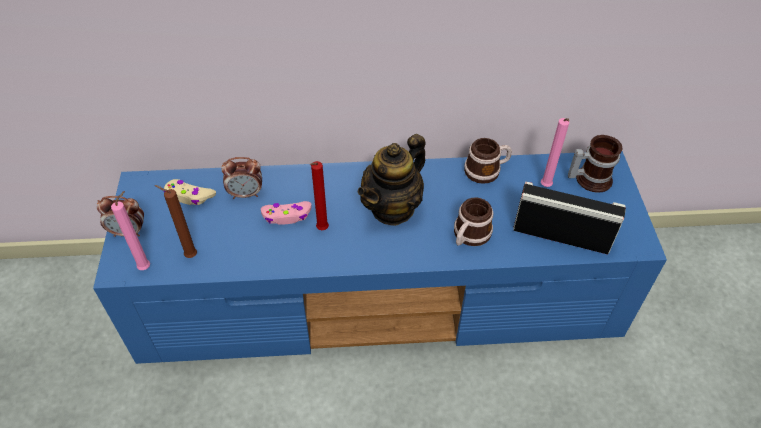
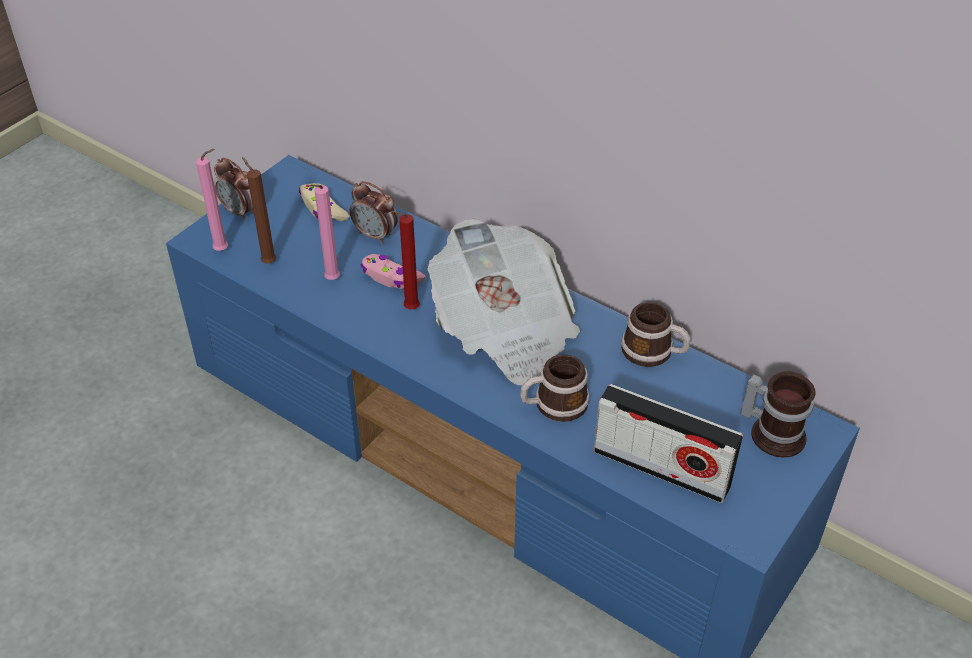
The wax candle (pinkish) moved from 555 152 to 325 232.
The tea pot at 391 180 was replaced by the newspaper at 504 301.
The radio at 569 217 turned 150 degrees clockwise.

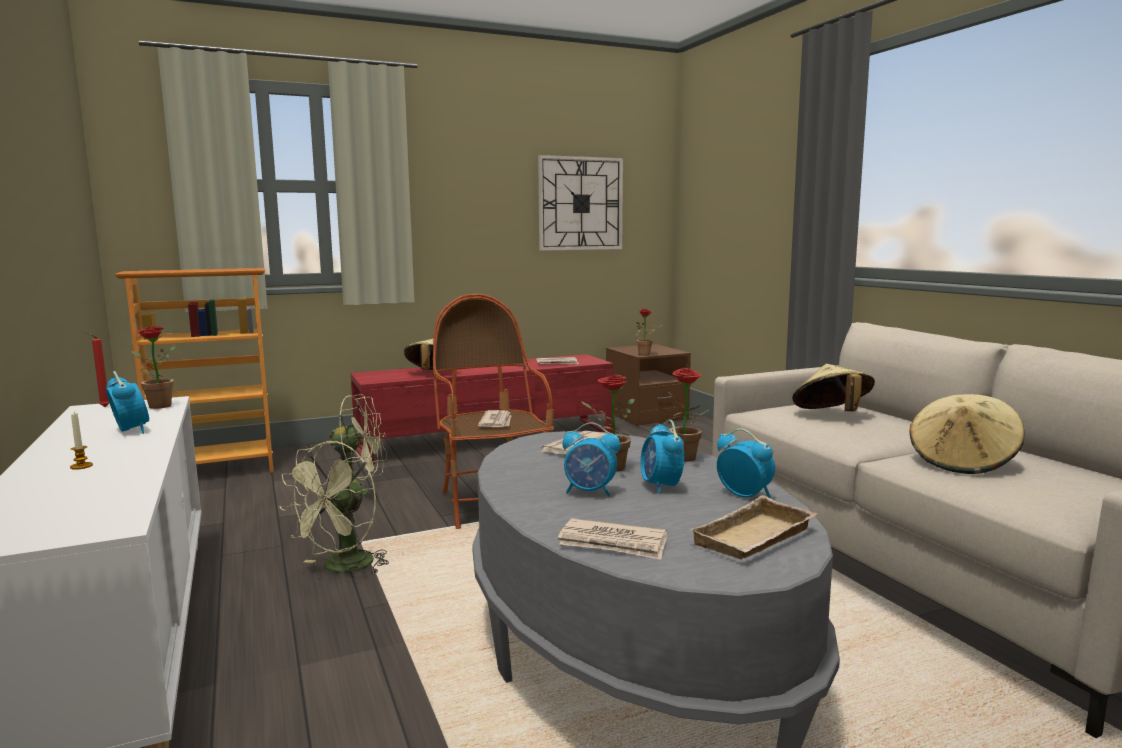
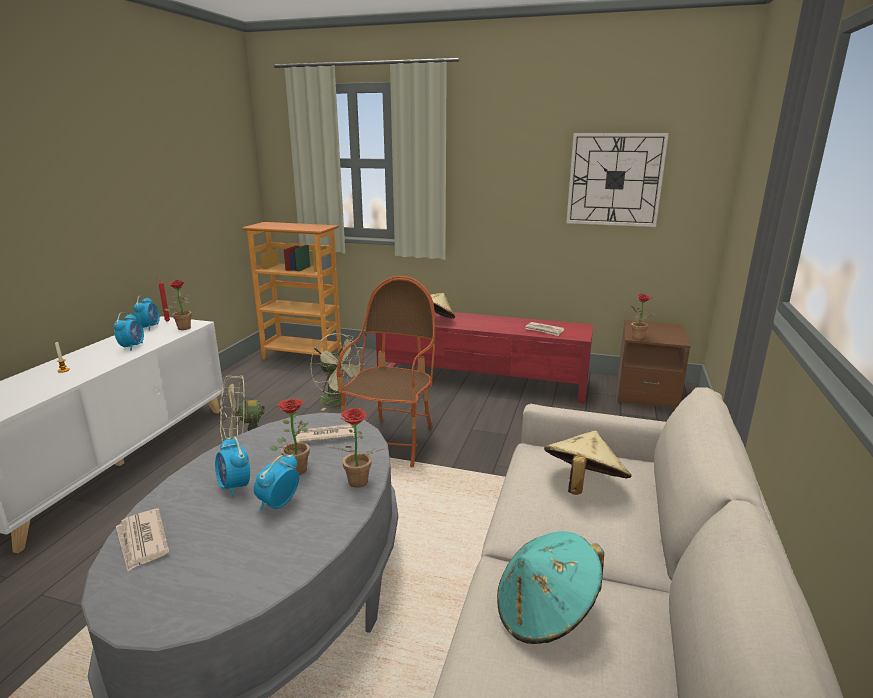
The table clock moved from 746 463 to 146 313.
The wearable hat (beige) at 966 434 became the wearable hat (turquoise-coloured) at 550 587.
The newspaper at 495 418 disappeared.
The serving tray (beige) at 753 527 disappeared.

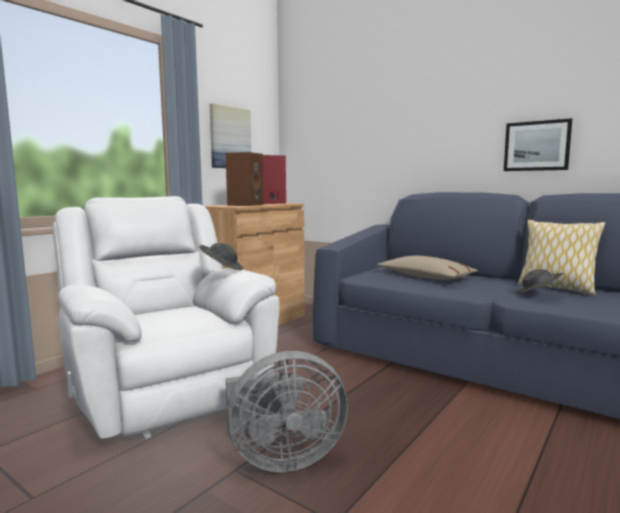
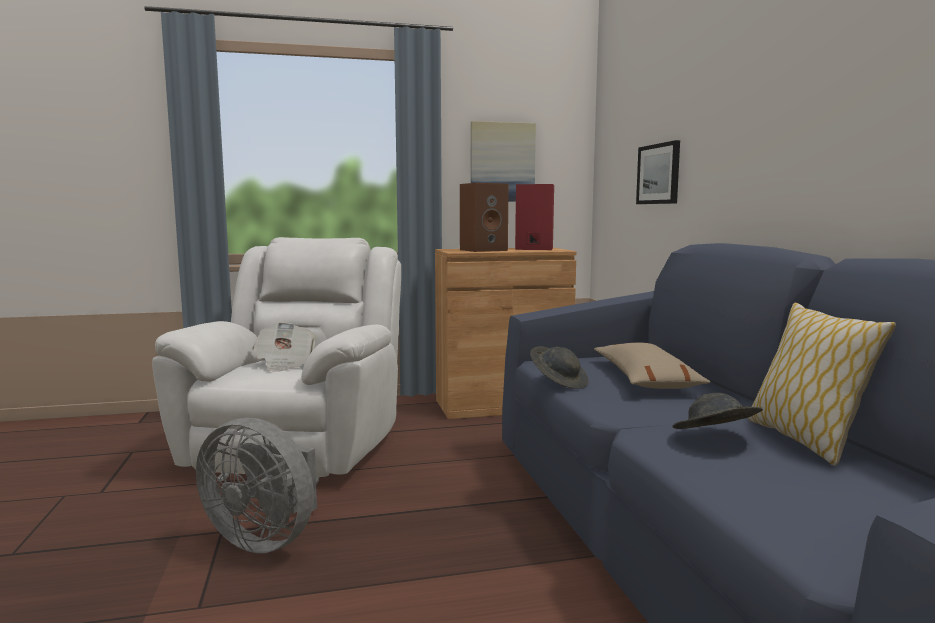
The newspaper at 284 347 appeared.
The wearable hat (greyish) moved from 221 256 to 559 367.
The wall art moved from 538 144 to 658 172.

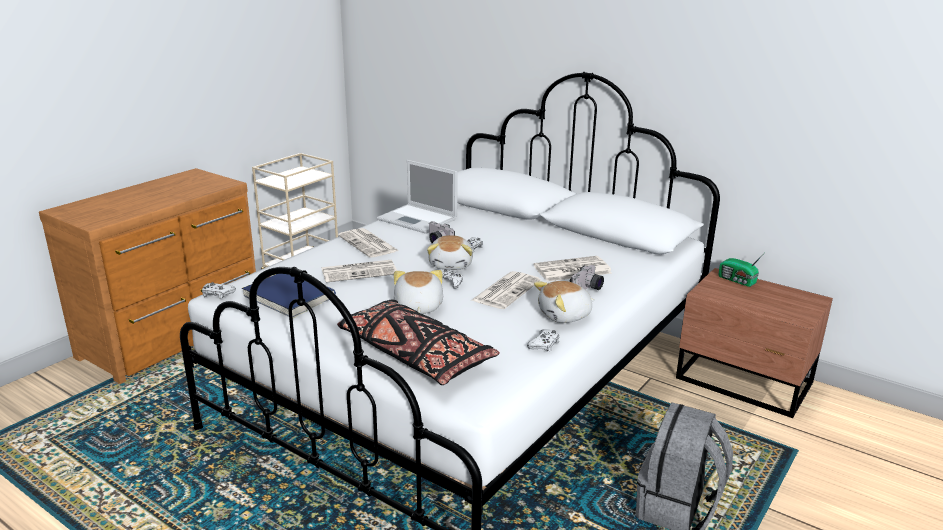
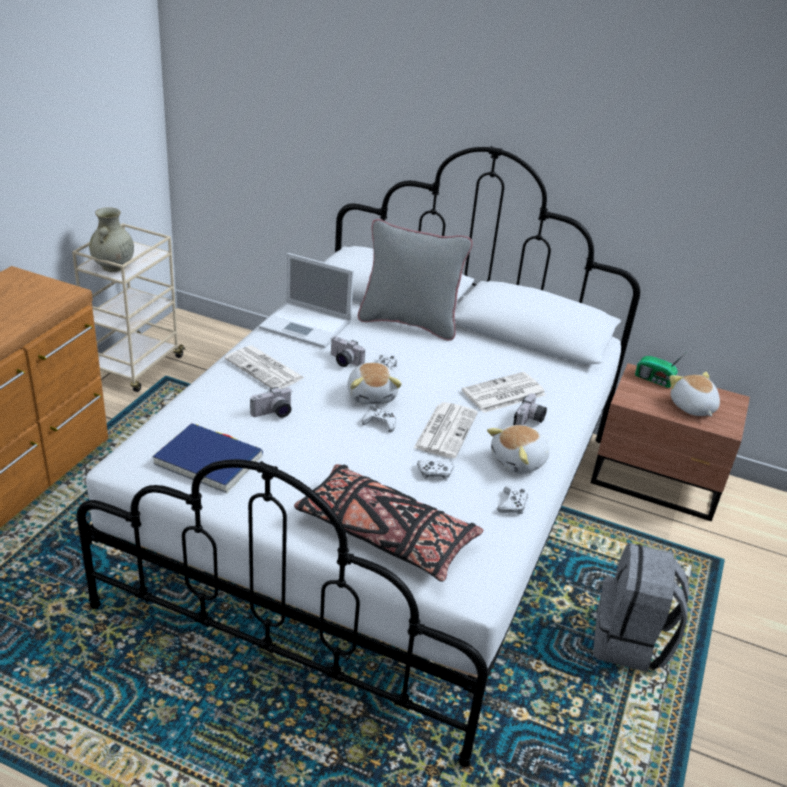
The decorative vase (beige) at 111 239 appeared.
The newspaper at 359 271 was replaced by the photo camera at 271 402.
The throw pillow (greyish) at 415 280 appeared.
The game controller (whitish) moved from 219 290 to 435 470.
The soft toy moved from 418 292 to 694 394.

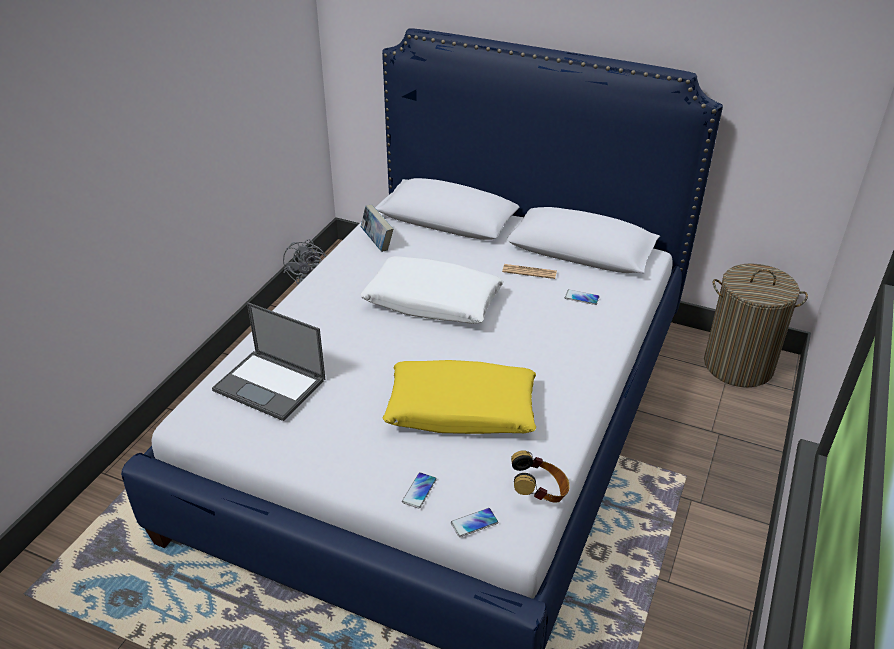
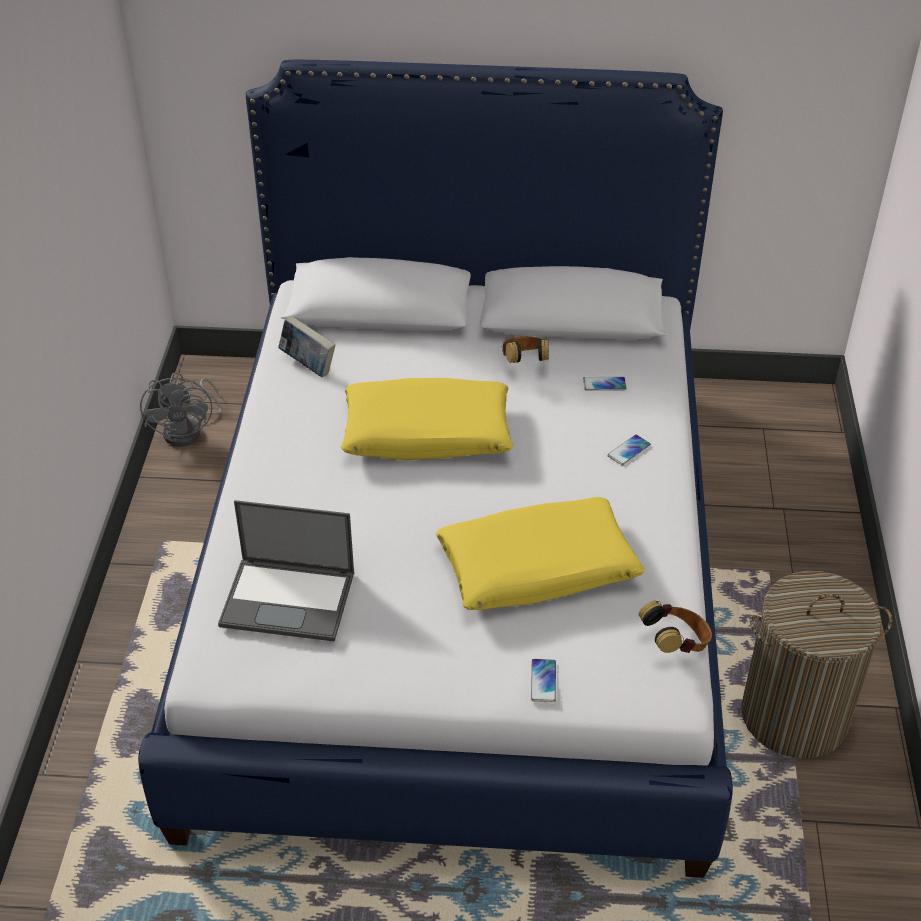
The throw pillow (whitish) at 432 290 became the throw pillow (yellow) at 427 419.
The newspaper at 529 271 was replaced by the headset at 525 349.
The phone moved from 474 522 to 629 450.
The laundry basket moved from 756 325 to 816 664.

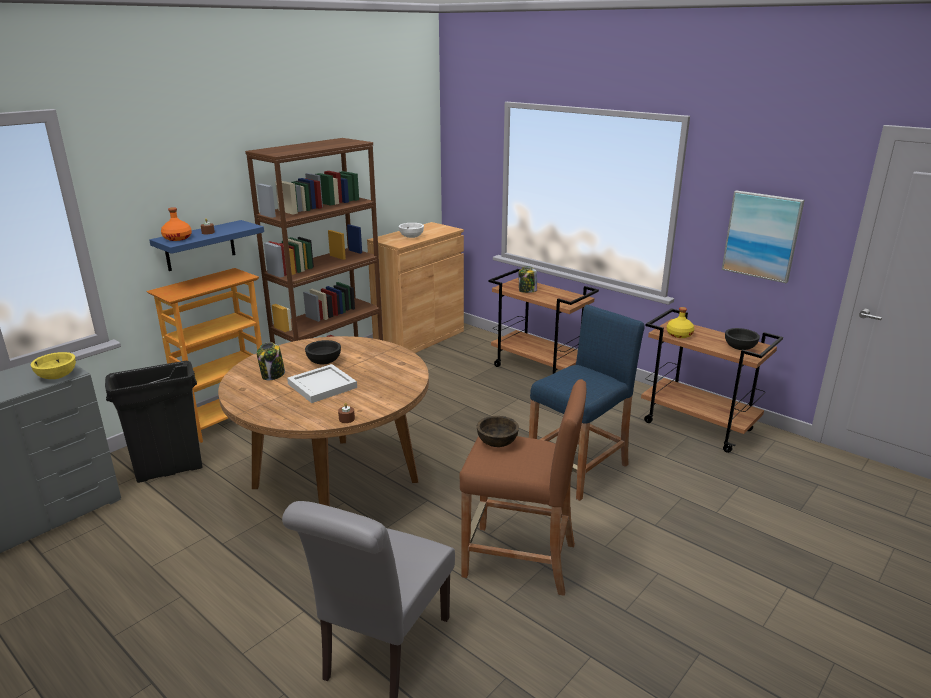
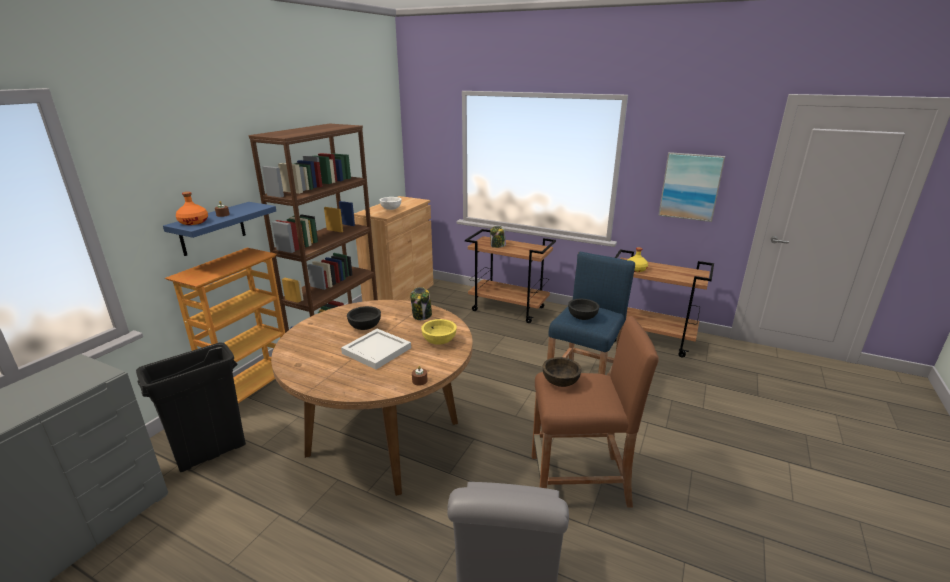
The jar moved from 271 361 to 421 303.
The serving bowl (yellow) moved from 53 365 to 439 332.
The serving bowl (blackish) moved from 742 339 to 583 309.

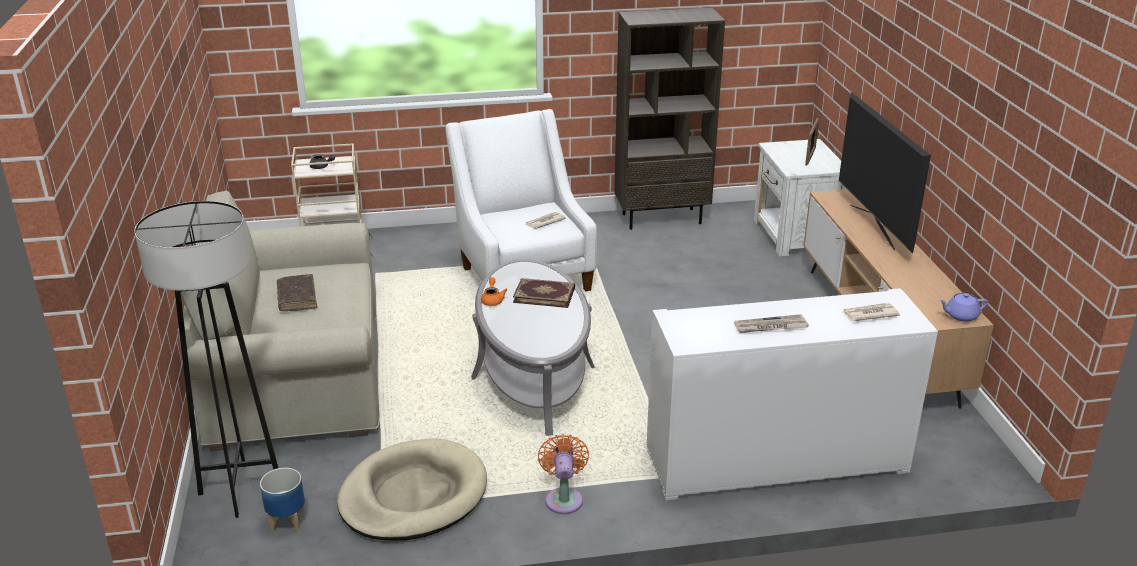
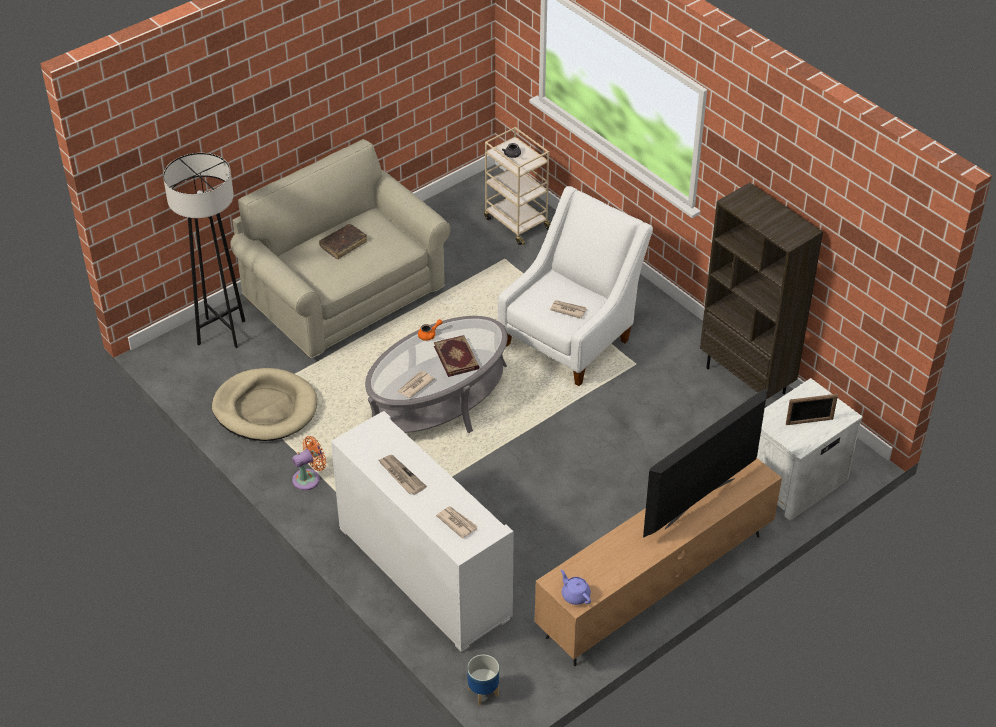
The newspaper at 416 384 appeared.
The plant pot moved from 282 500 to 483 680.

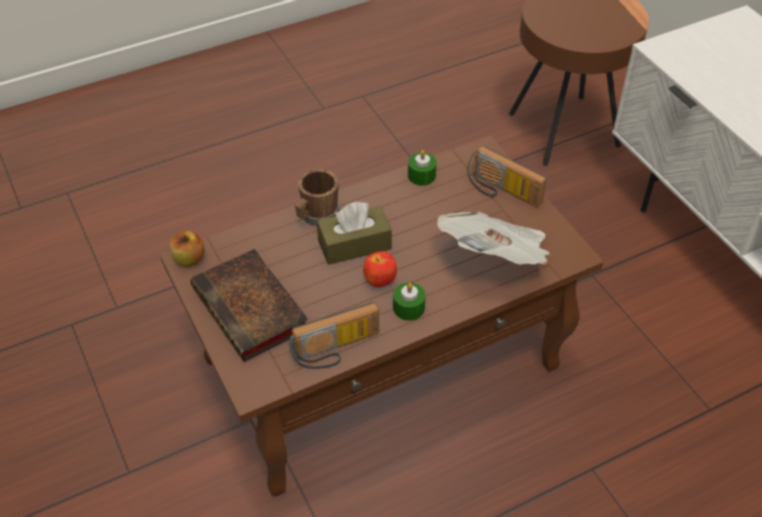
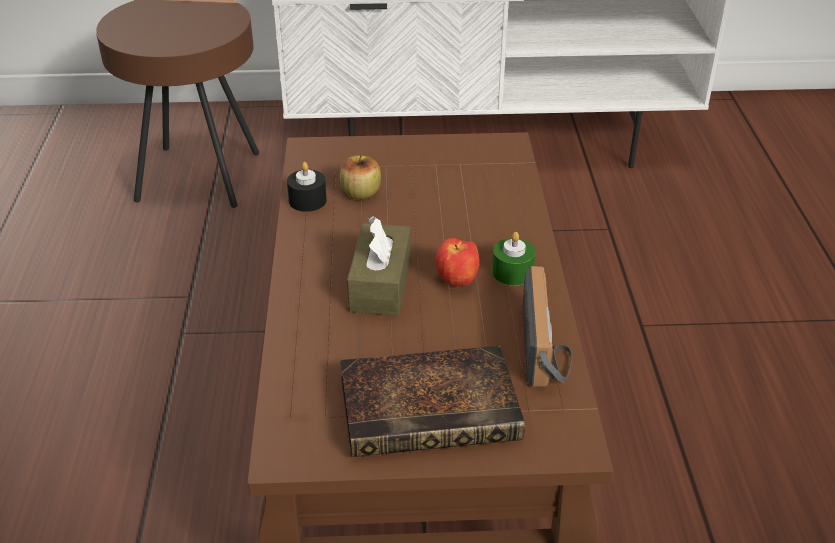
The wax candle (greenish) at 422 168 became the wax candle (blackish) at 307 187.
The whole apple moved from 187 248 to 360 177.
The tea mug (brown-coloured) at 317 197 disappeared.
The newspaper at 493 238 disappeared.
The radio at 507 176 disappeared.

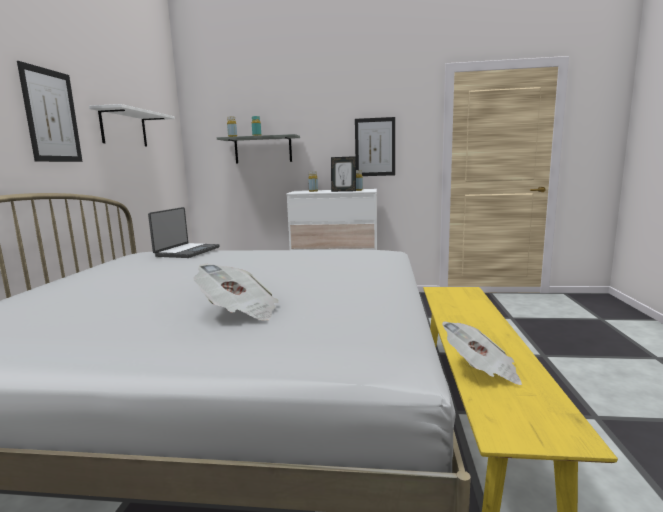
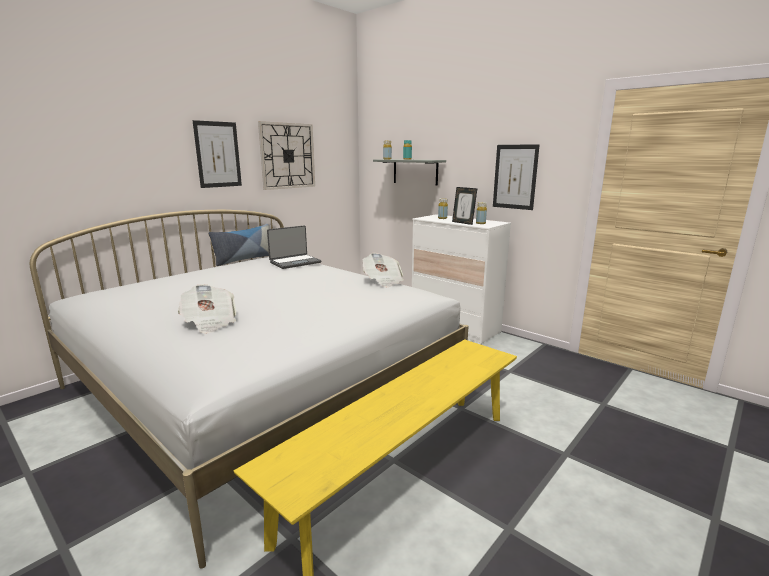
The throw pillow at 238 245 appeared.
The bracket shelf (whitish) at 132 125 was replaced by the clock on the wall at 286 155.
The newspaper moved from 482 353 to 383 270.

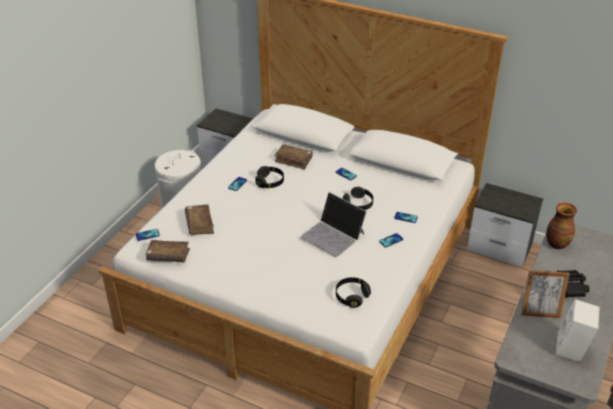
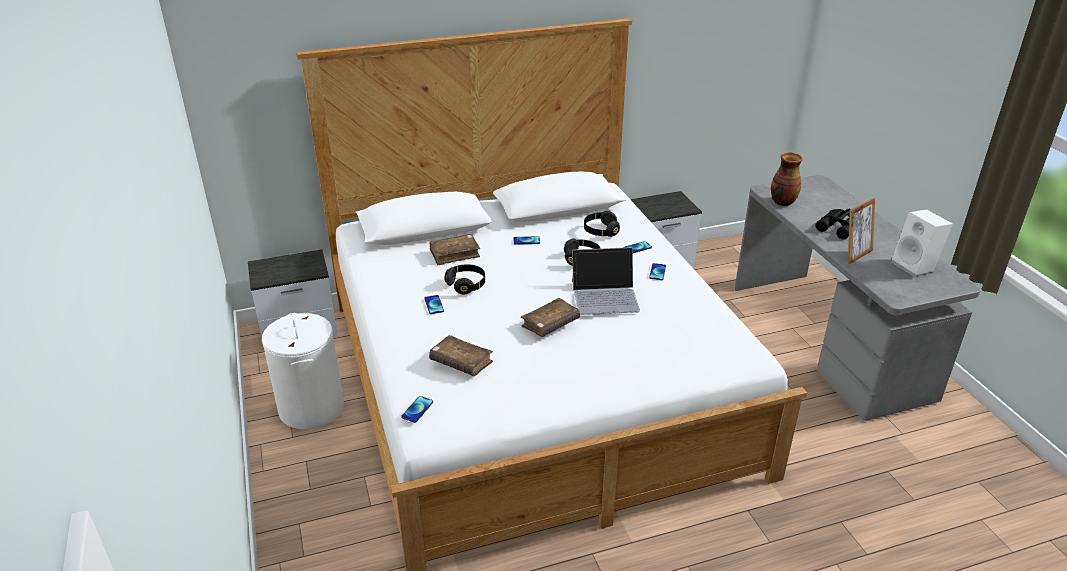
The bound book (brown-coloured) moved from 168 251 to 550 317.
The headset (blackish) moved from 353 292 to 602 224.

